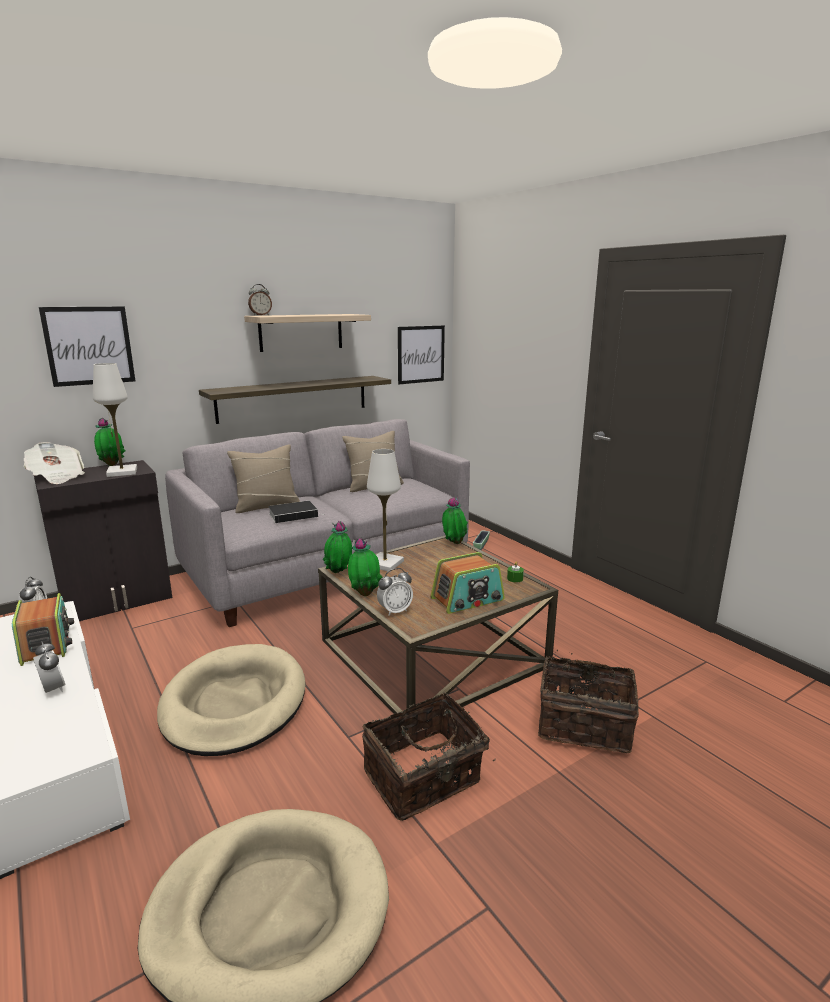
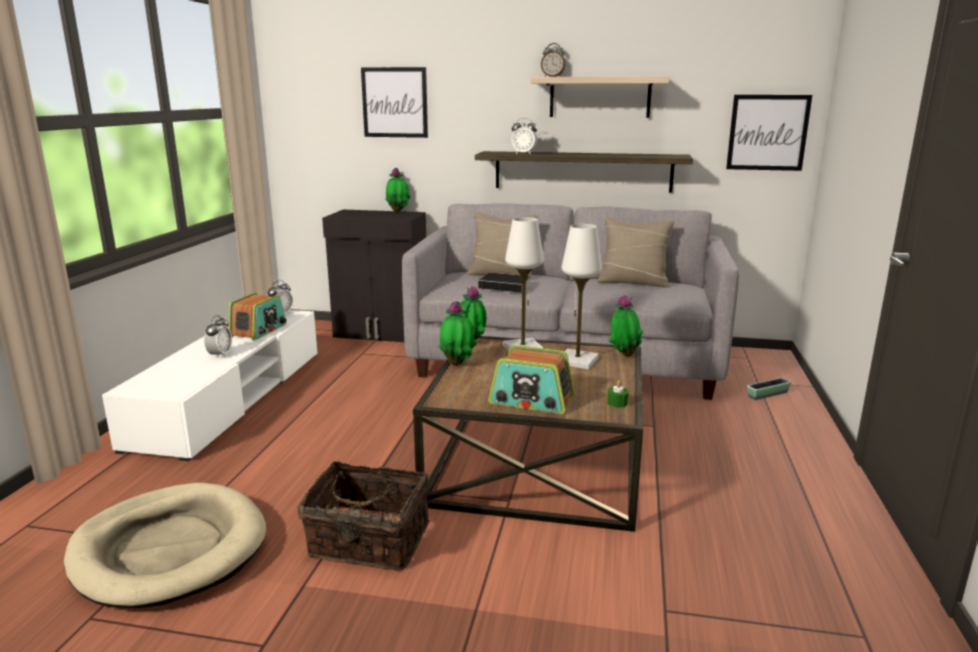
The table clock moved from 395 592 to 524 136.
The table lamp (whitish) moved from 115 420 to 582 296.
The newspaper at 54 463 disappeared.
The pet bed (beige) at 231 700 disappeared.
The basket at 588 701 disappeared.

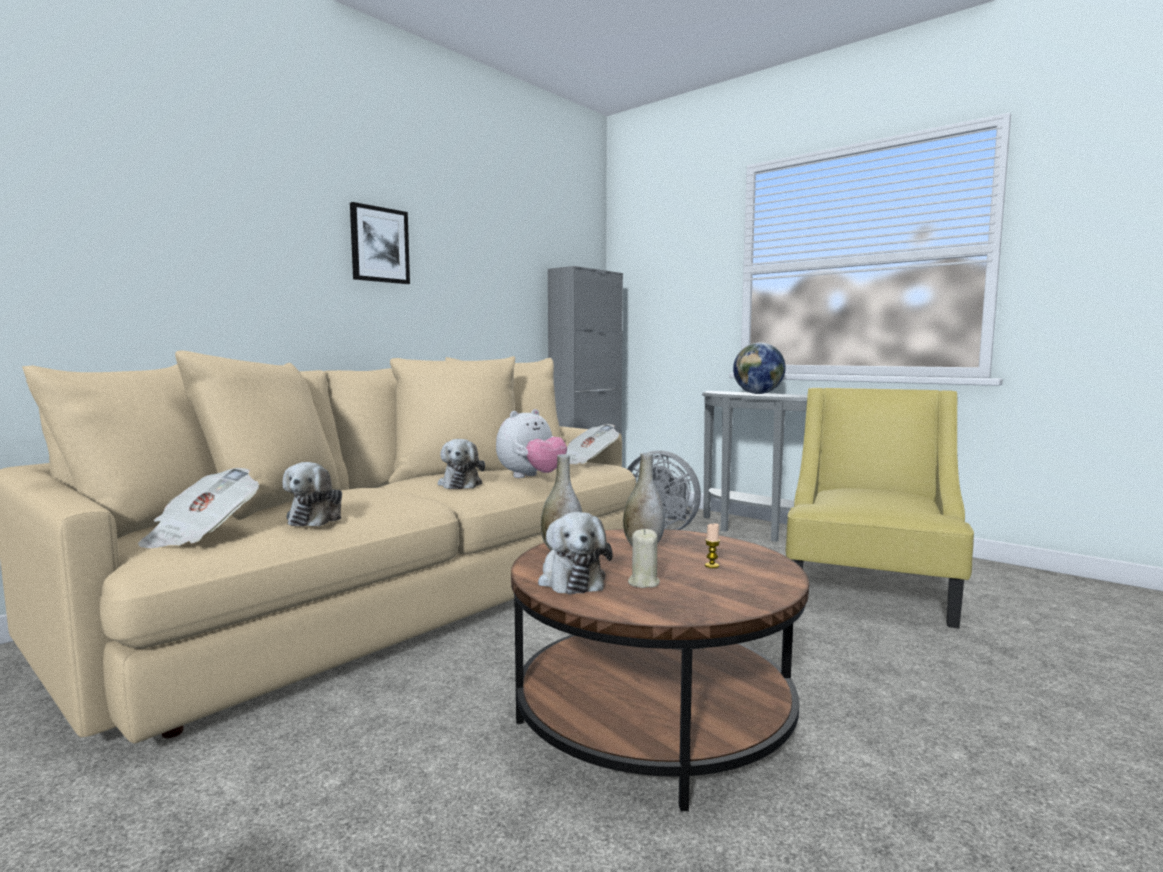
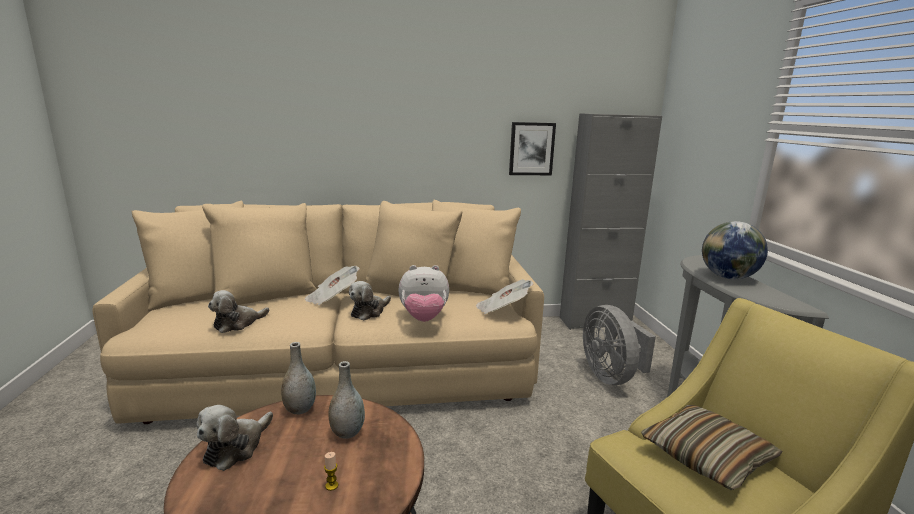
The newspaper moved from 198 508 to 332 285.
The wall art moved from 380 243 to 532 148.
The throw pillow at 712 447 appeared.
The wax candle (beige) at 644 558 disappeared.

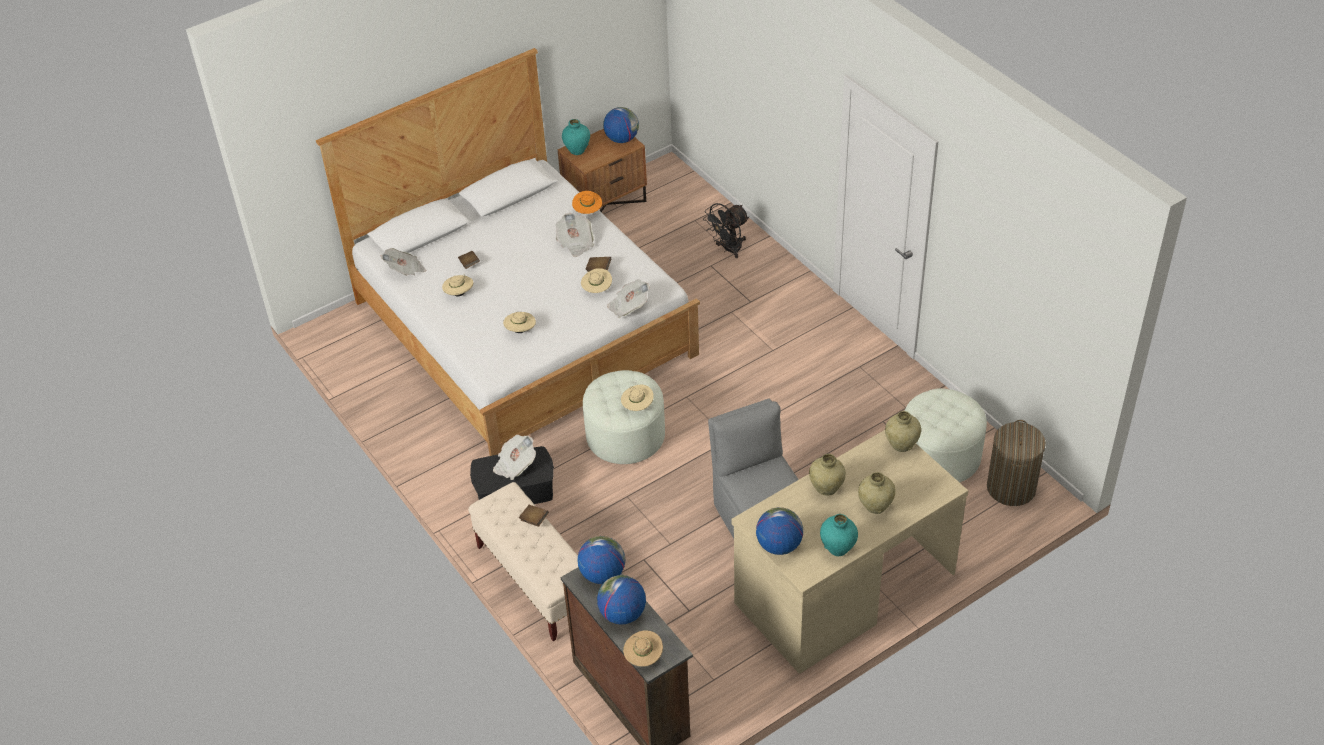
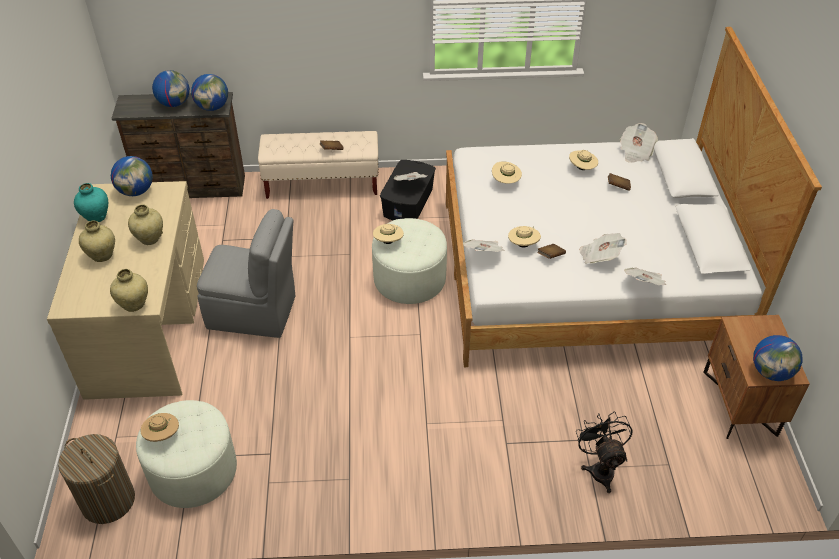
The wearable hat (beige) moved from 643 648 to 159 427.
The wearable hat (orangey) at 587 202 was replaced by the newspaper at 645 276.
The decorative vase (turquoise-coloured) at 576 137 disappeared.

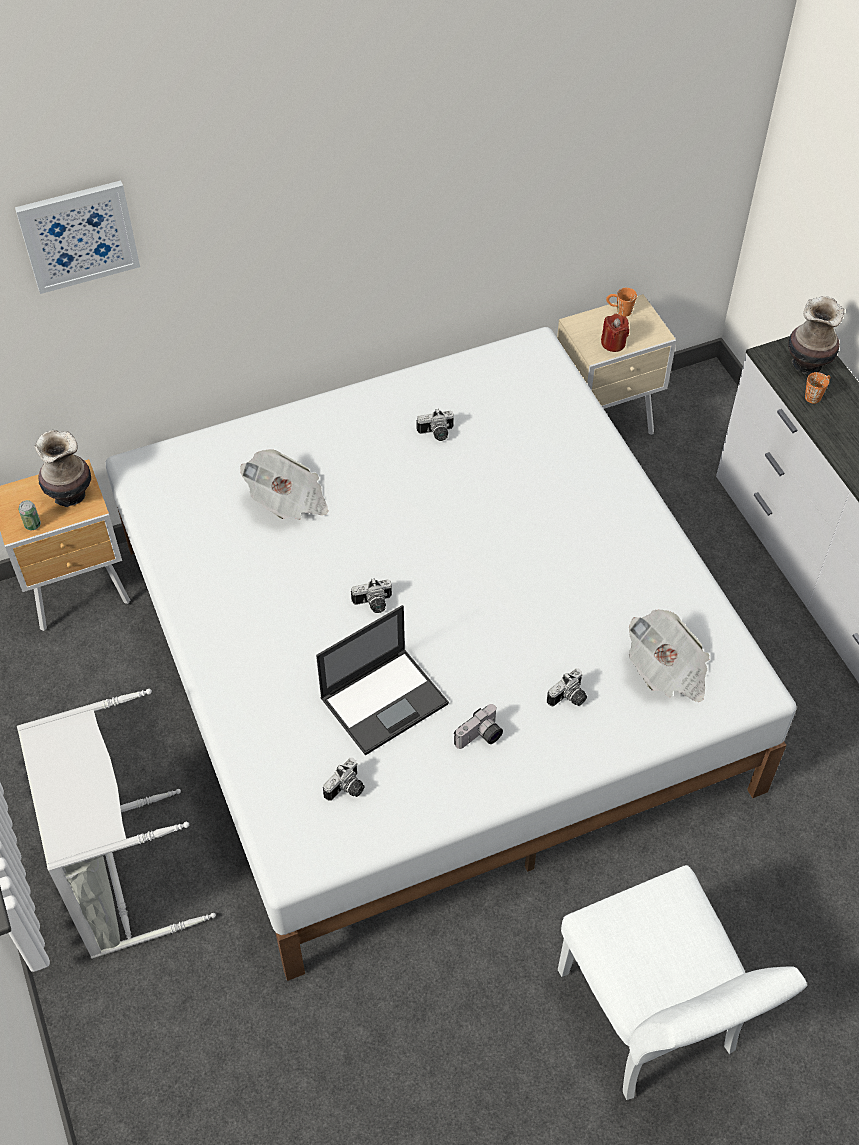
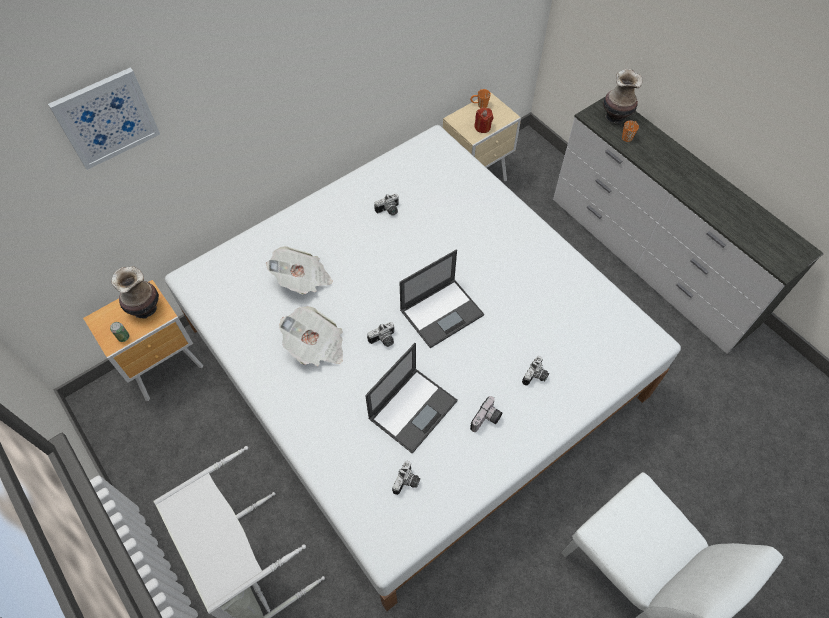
The newspaper moved from 669 656 to 311 336.
The portable computer at 442 299 appeared.

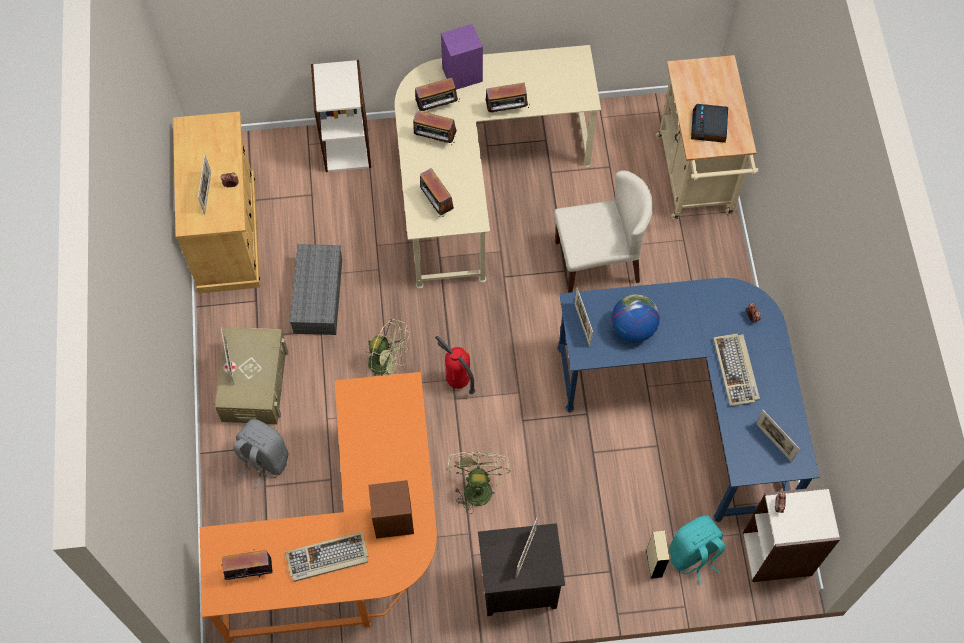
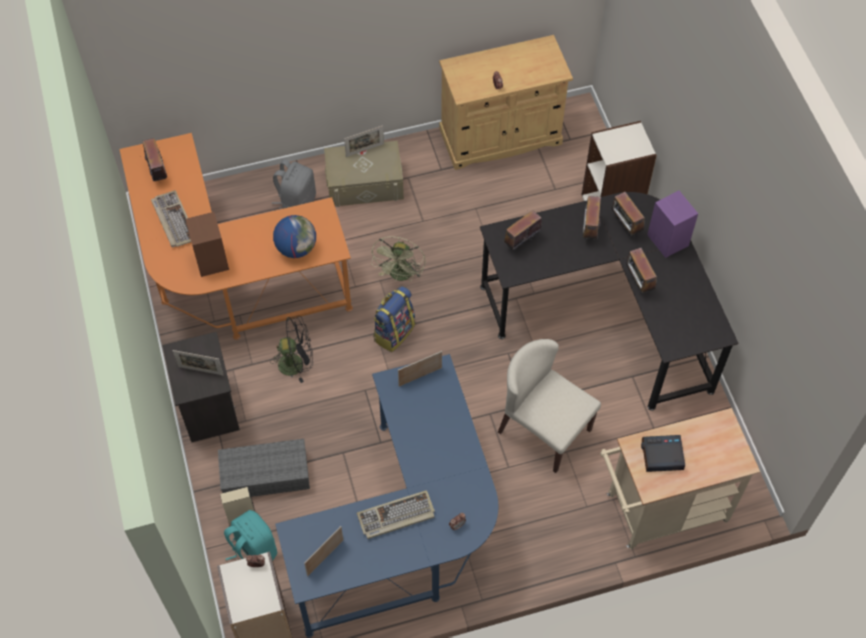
The storage container (greyish) moved from 316 289 to 264 468.
The electric fan (greenish) at 478 483 became the electric fan (blackish) at 291 349.
The globe moved from 636 318 to 294 236.
The fire-fighting cylinder at 455 365 was replaced by the backpack at 394 319.
The desk table (beige) at 498 167 became the desk table (blackish) at 609 301.
The plain chair (beige) at 603 232 turned 150 degrees clockwise.
The picture frame at 204 184 disappeared.

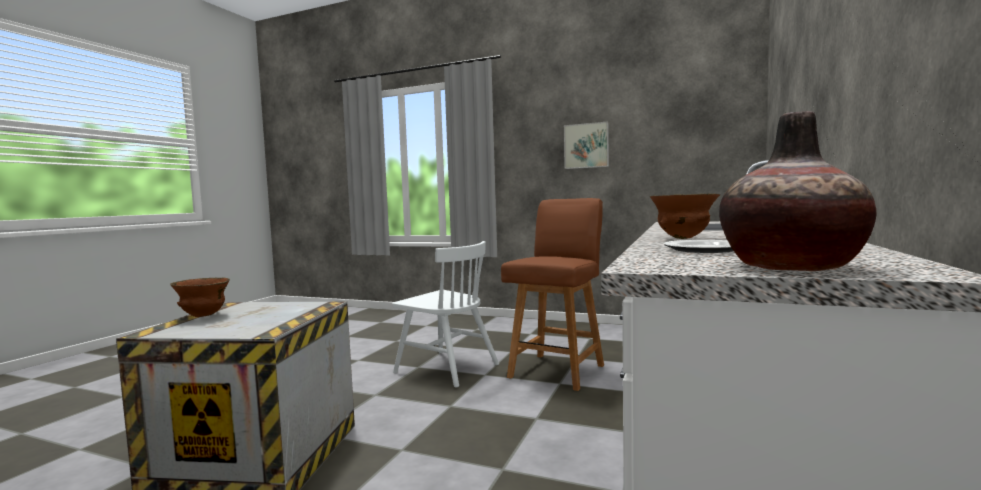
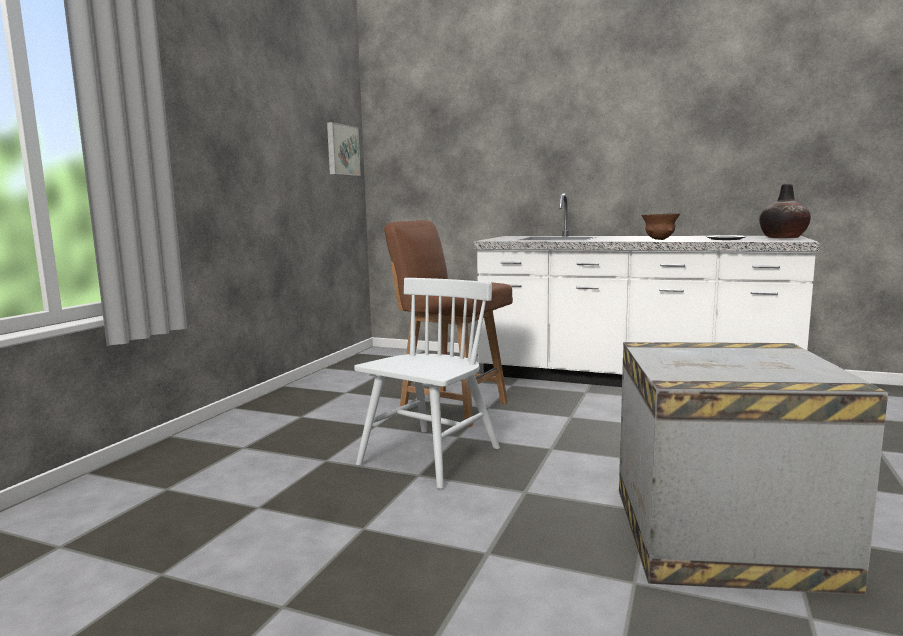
The wall art moved from 586 145 to 344 149.
The serving bowl (brown-coloured) at 200 297 disappeared.

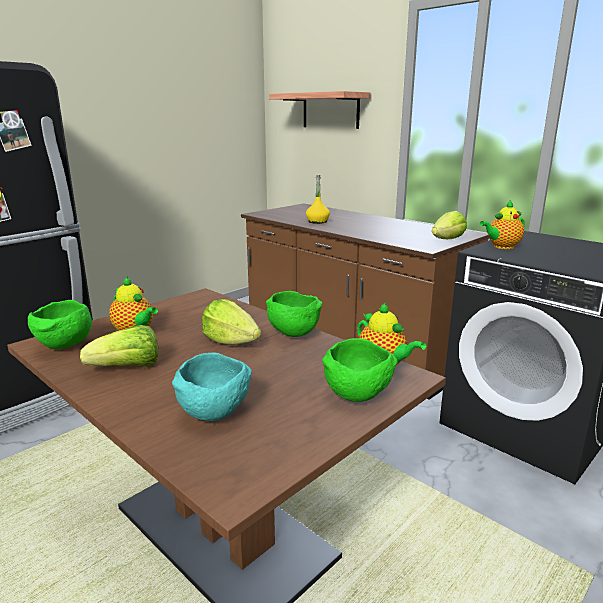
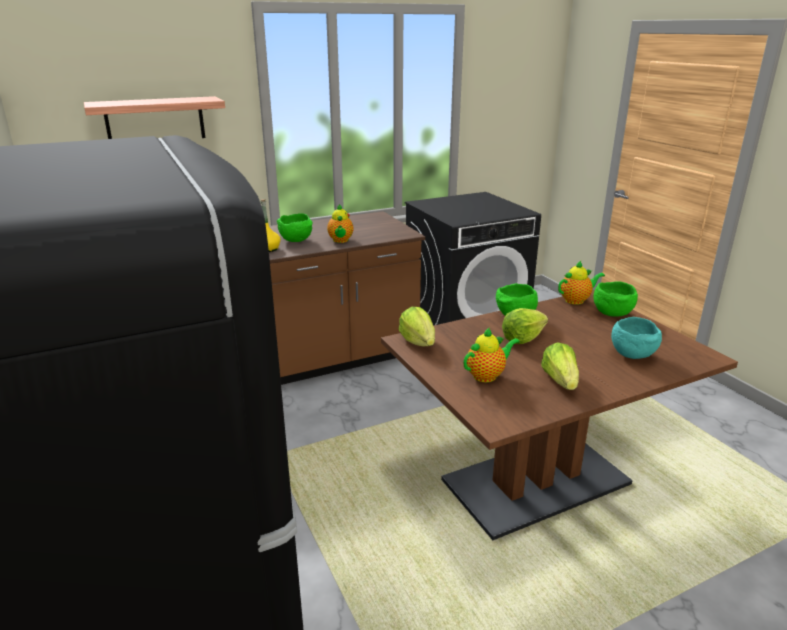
The serving bowl (greenish) moved from 60 324 to 295 227.
The tea pot moved from 502 224 to 340 223.
The lettuce head moved from 449 225 to 417 326.

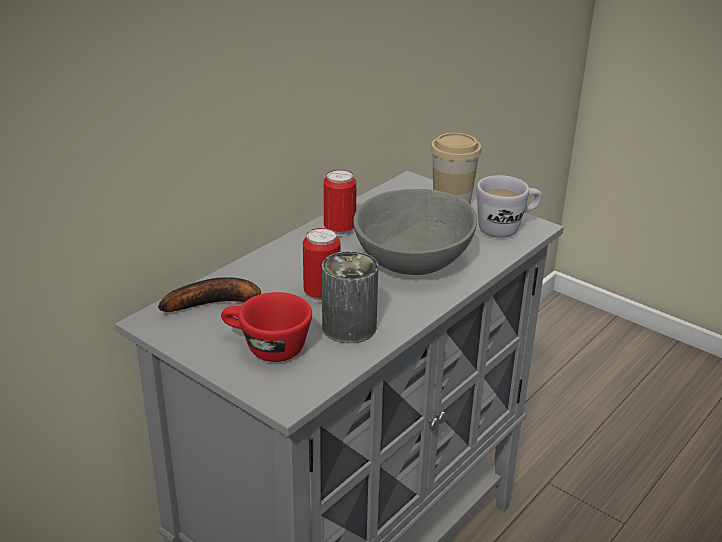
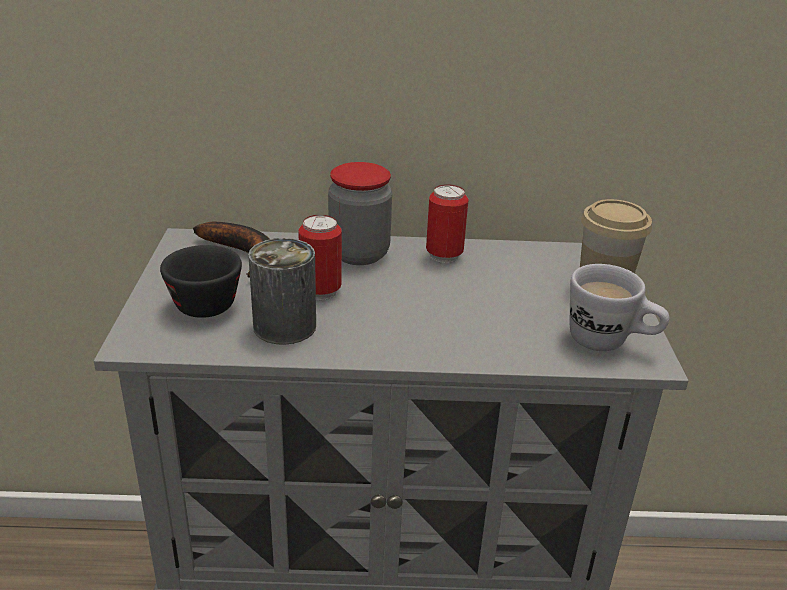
The cup (red-coloured) at 266 327 became the cup (blackish) at 201 281.
The jar at 360 213 appeared.
The serving bowl (greyish) at 415 232 disappeared.

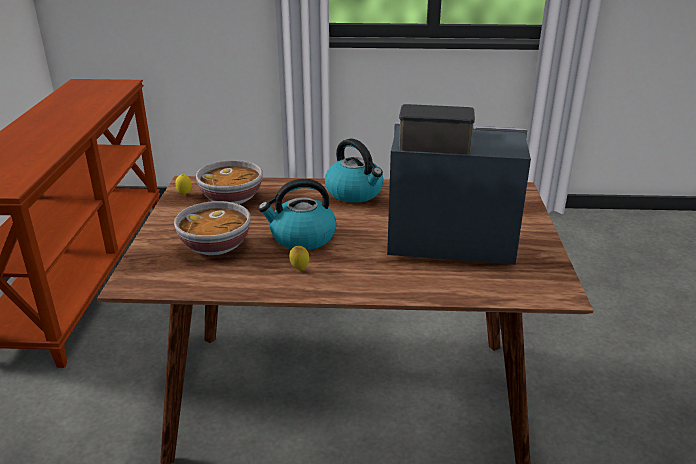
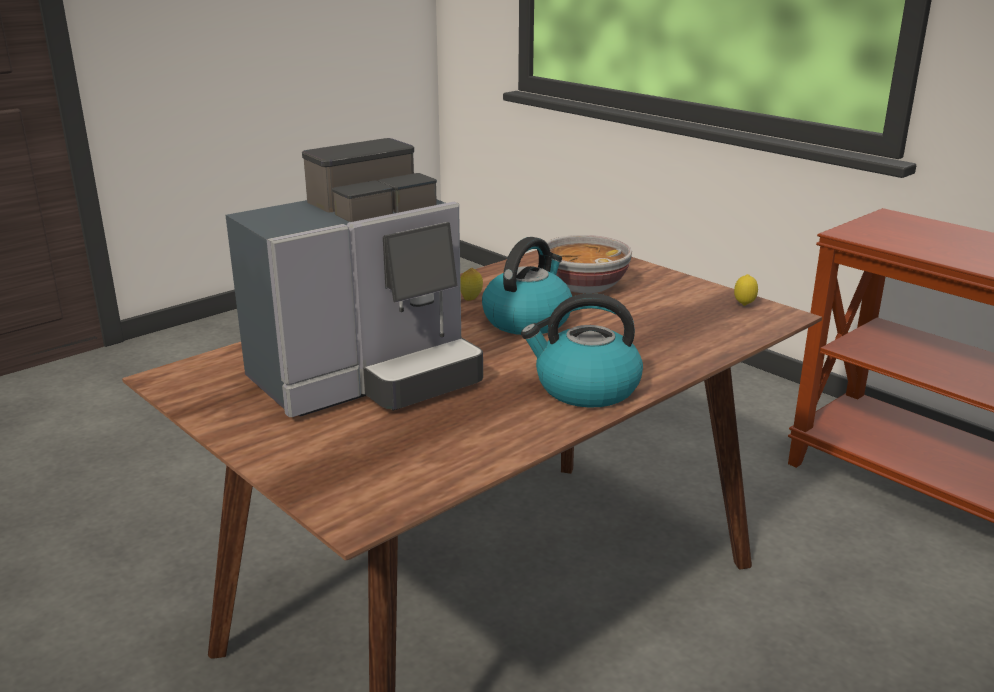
The serving bowl at 229 182 disappeared.

